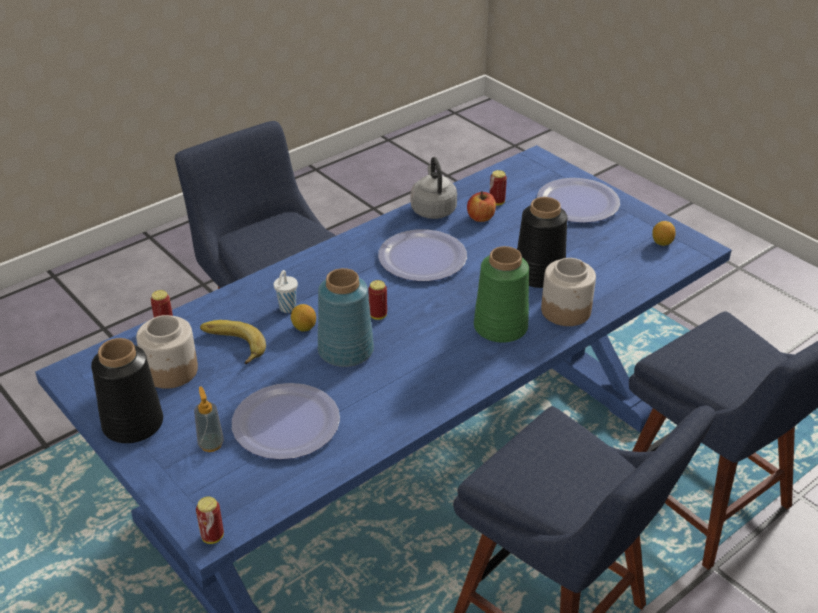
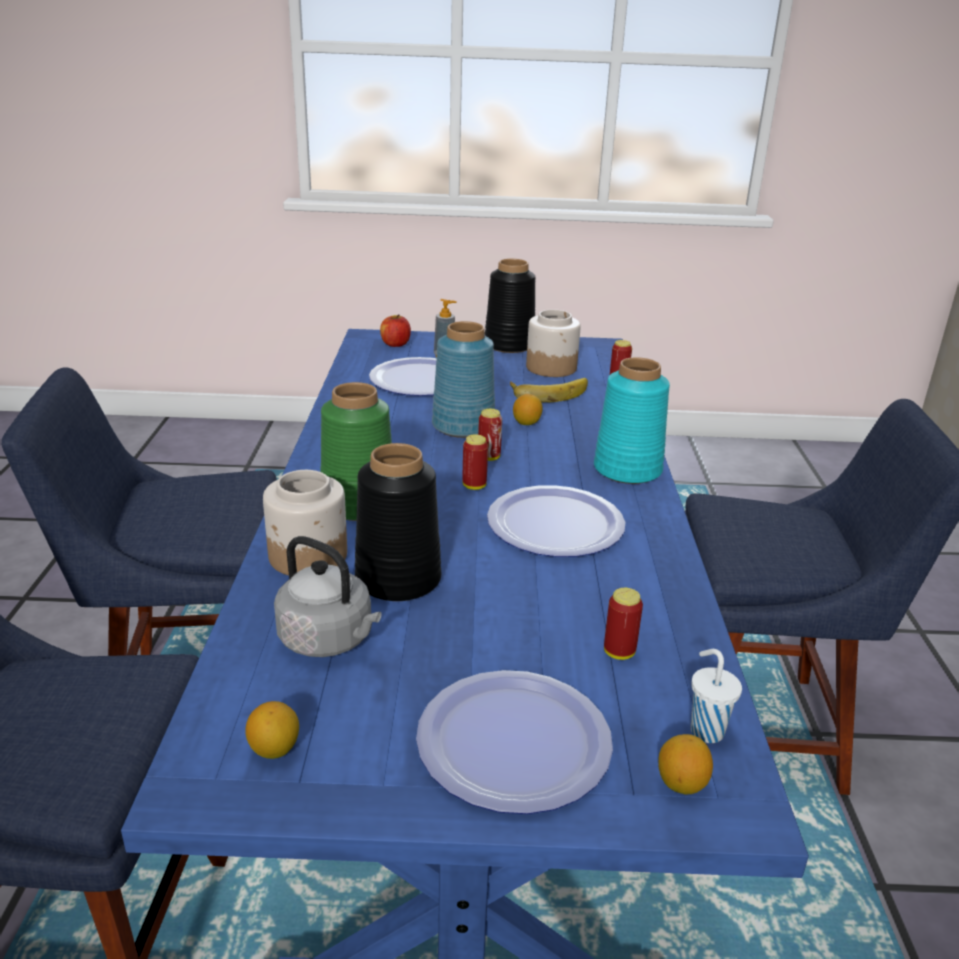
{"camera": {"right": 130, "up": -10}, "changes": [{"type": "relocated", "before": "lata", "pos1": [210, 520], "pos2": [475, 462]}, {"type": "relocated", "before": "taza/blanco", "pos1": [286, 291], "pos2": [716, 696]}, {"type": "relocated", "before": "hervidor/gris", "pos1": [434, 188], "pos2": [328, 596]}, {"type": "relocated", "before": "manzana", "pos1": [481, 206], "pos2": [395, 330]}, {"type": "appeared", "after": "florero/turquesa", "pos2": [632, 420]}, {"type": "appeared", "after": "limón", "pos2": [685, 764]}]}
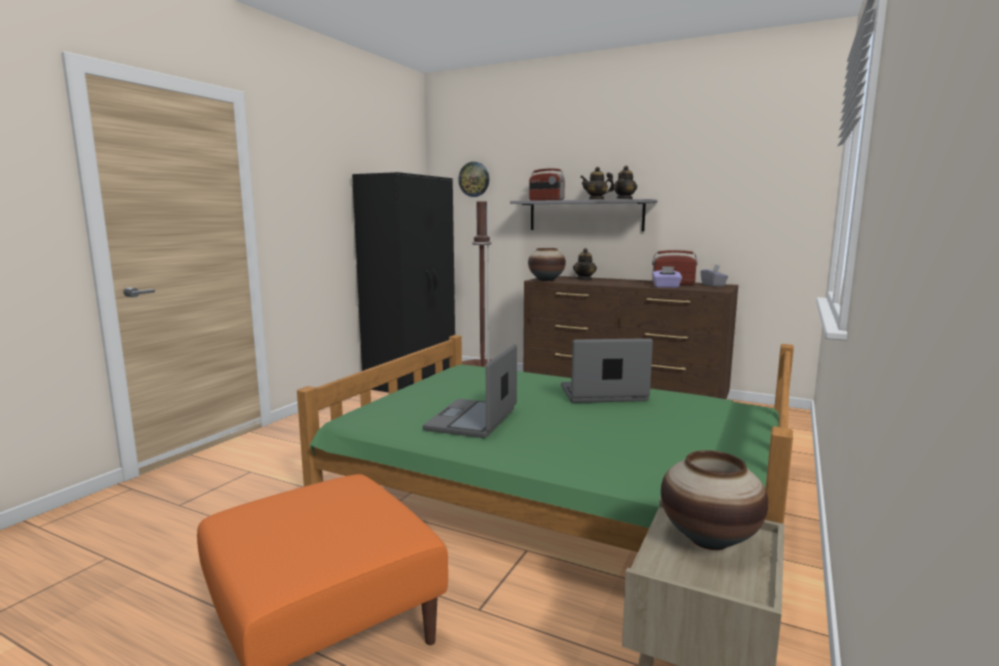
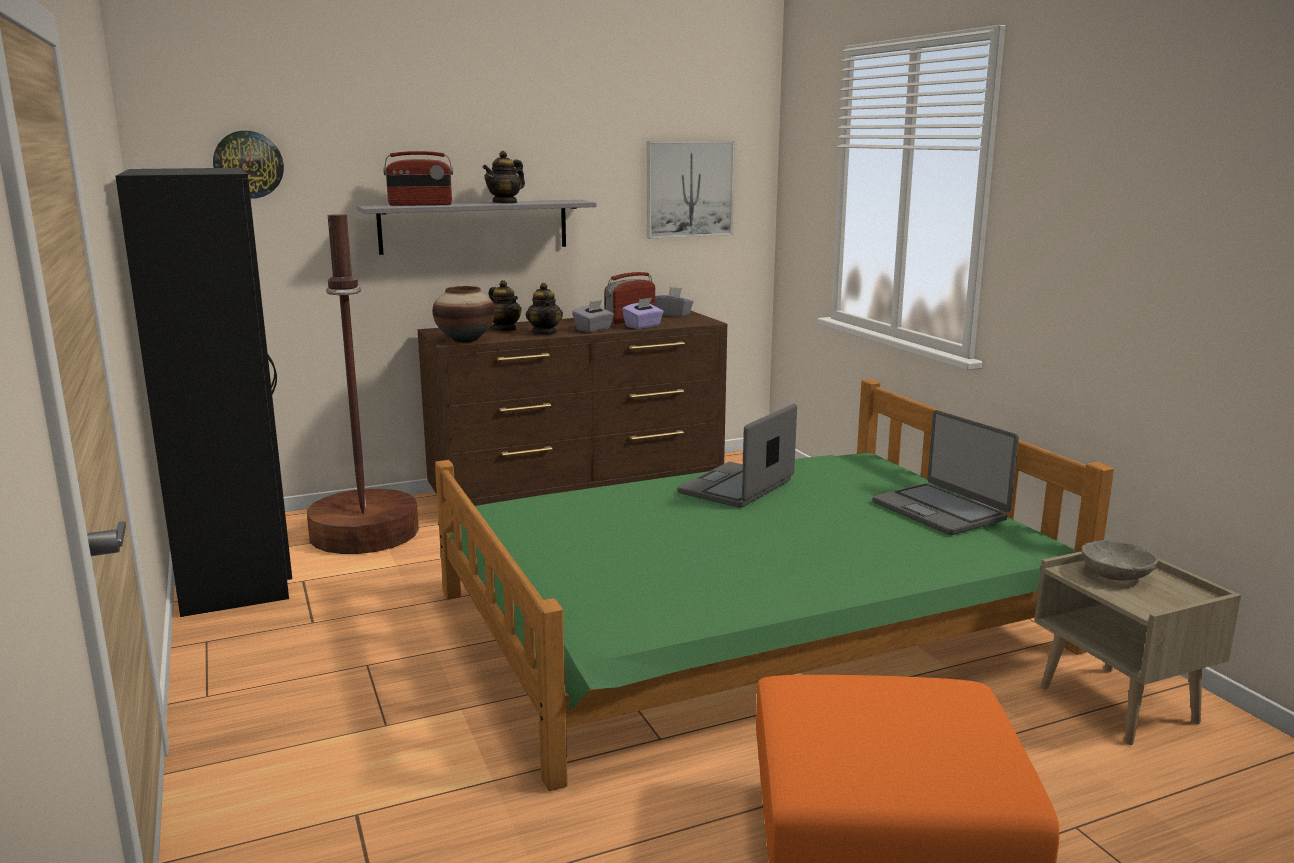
{"camera": {"right": -50, "up": 5}, "changes": [{"type": "relocated", "before": "portátil", "pos1": [470, 391], "pos2": [945, 472]}, {"type": "relocated", "before": "tetera", "pos1": [625, 182], "pos2": [544, 308]}, {"type": "exchanged", "before": "florero", "after": "cuenco/gris", "pos1": [715, 500], "pos2": [1120, 560]}, {"type": "appeared", "after": "caja de pañuelos/gris", "pos2": [593, 316]}, {"type": "appeared", "after": "cuadro", "pos2": [691, 190]}]}
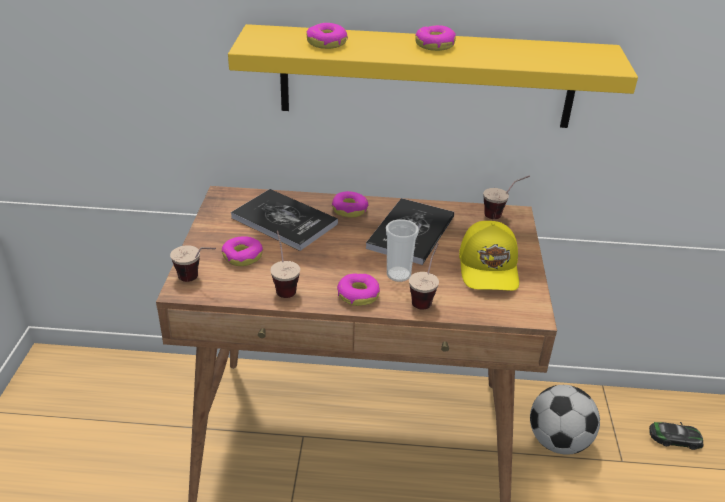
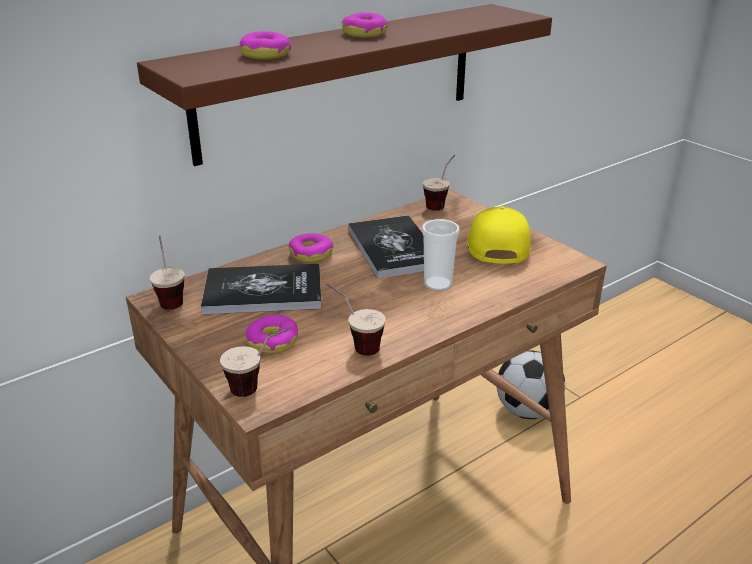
{"camera": {"right": -40, "up": -5}, "changes": [{"type": "colour", "before": "estante/amarillo", "after": "estante/marrón", "pos1": [433, 76], "pos2": [344, 85]}, {"type": "missing", "before": "rosquilla", "pos1": [358, 289]}, {"type": "relocated", "before": "taza", "pos1": [424, 276], "pos2": [167, 272]}, {"type": "spun", "before": "gorra/amarillo", "pos1": [489, 256], "pos2": [499, 235], "turn": -135}, {"type": "missing", "before": "coche de juguete", "pos1": [676, 436]}]}
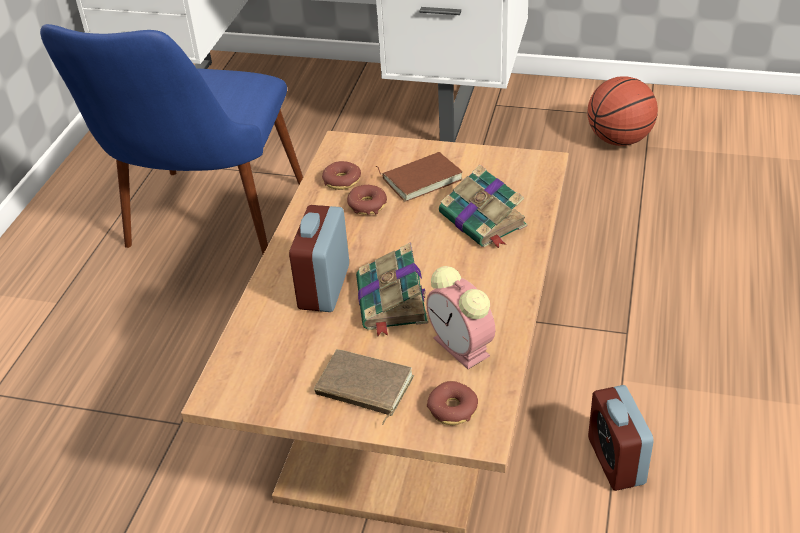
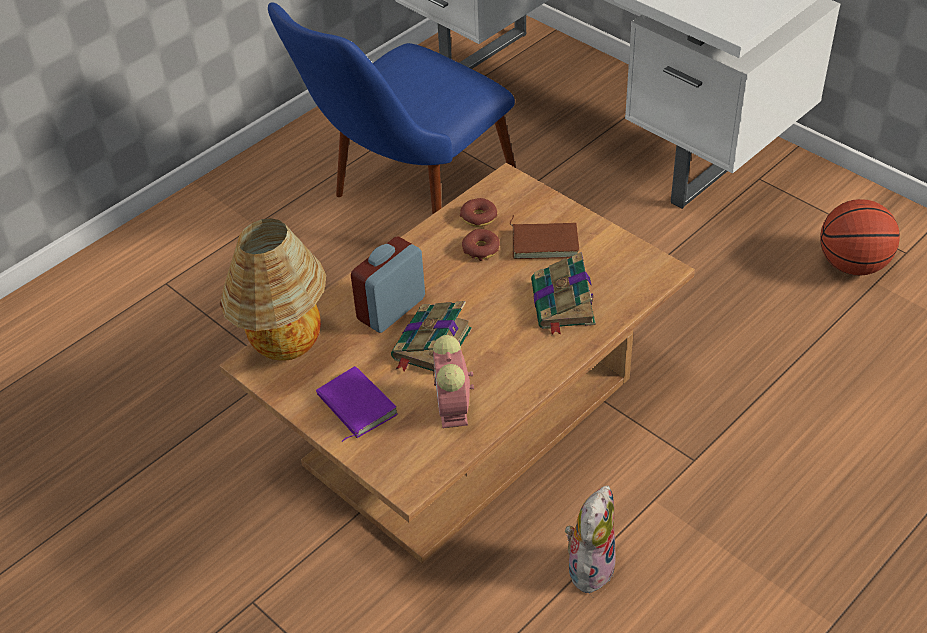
{"camera": {"right": 30, "up": 5}, "changes": [{"type": "colour", "before": "libro/marrón", "after": "libro/morado", "pos1": [364, 387], "pos2": [357, 404]}, {"type": "missing", "before": "rosquilla", "pos1": [452, 403]}, {"type": "exchanged", "before": "despertador", "after": "peluche", "pos1": [621, 438], "pos2": [590, 540]}, {"type": "appeared", "after": "lámpara de mesa", "pos2": [273, 289]}]}
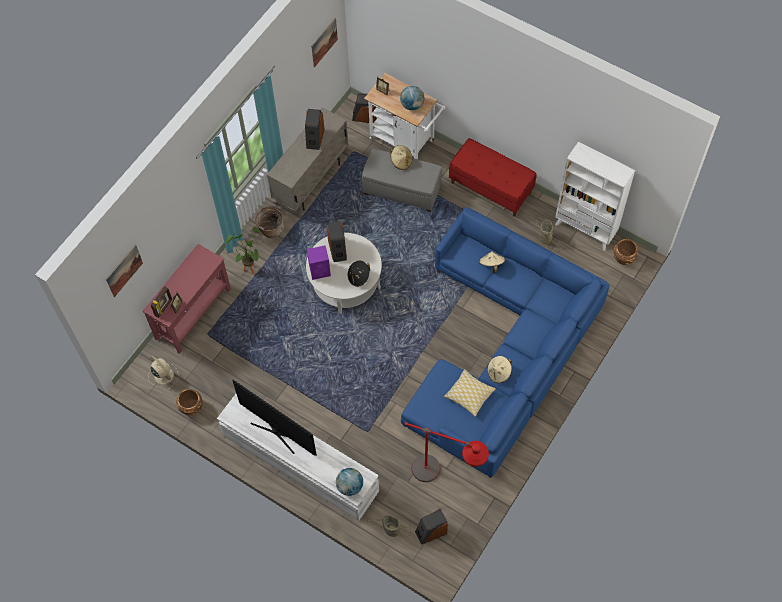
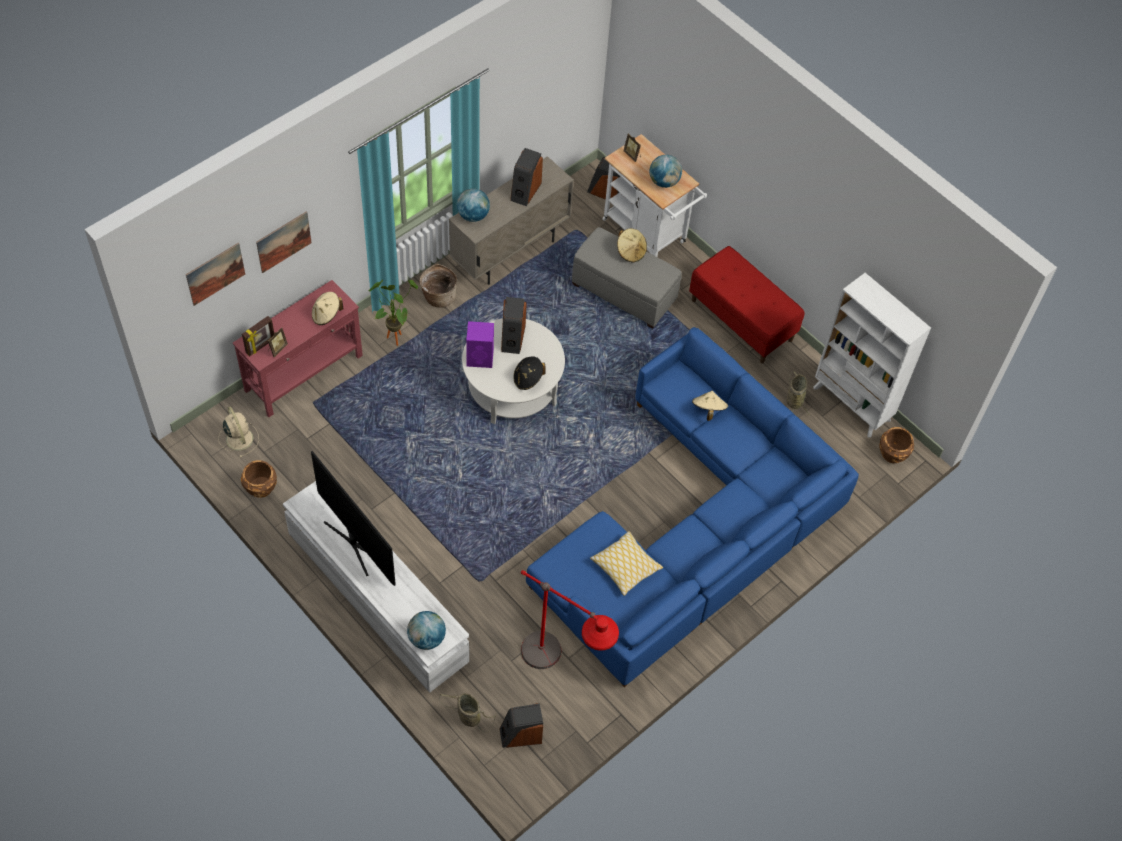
{"camera": {"right": 10, "up": -5}, "changes": [{"type": "relocated", "before": "cuadro", "pos1": [324, 43], "pos2": [284, 242]}, {"type": "relocated", "before": "sombrero/beis", "pos1": [499, 369], "pos2": [328, 308]}, {"type": "appeared", "after": "globo terráqueo", "pos2": [473, 205]}]}
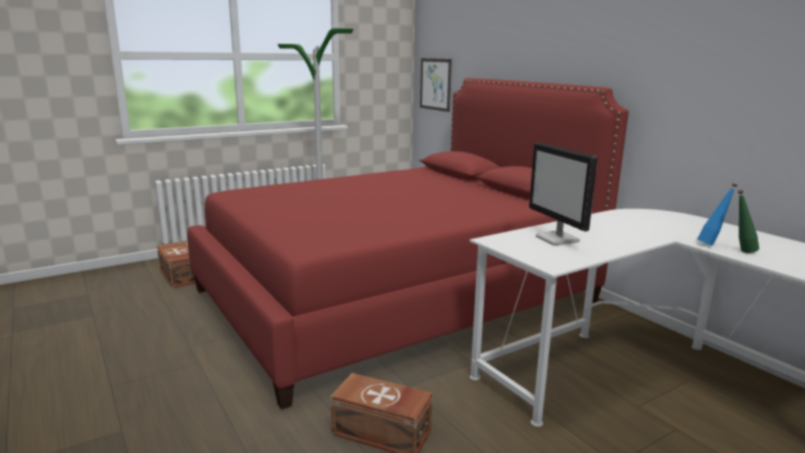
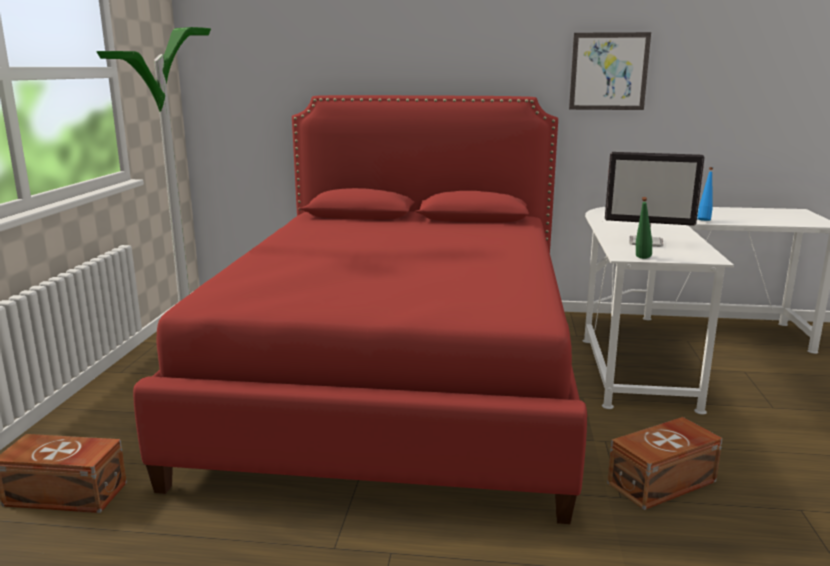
{"camera": {"right": -50, "up": 0}, "changes": [{"type": "relocated", "before": "cuadro", "pos1": [436, 85], "pos2": [610, 71]}, {"type": "relocated", "before": "botella/verde", "pos1": [748, 221], "pos2": [644, 228]}]}
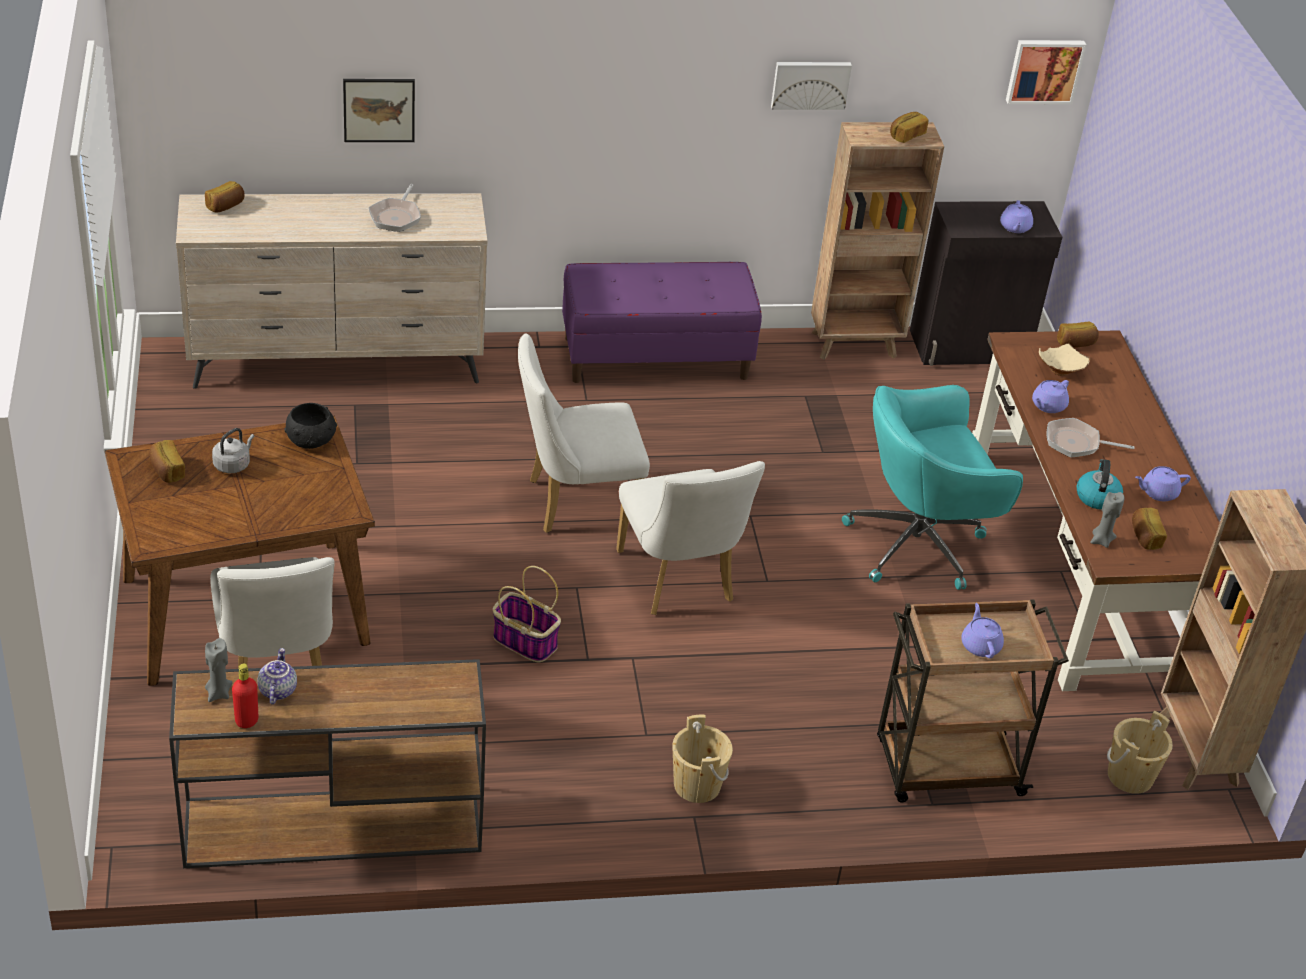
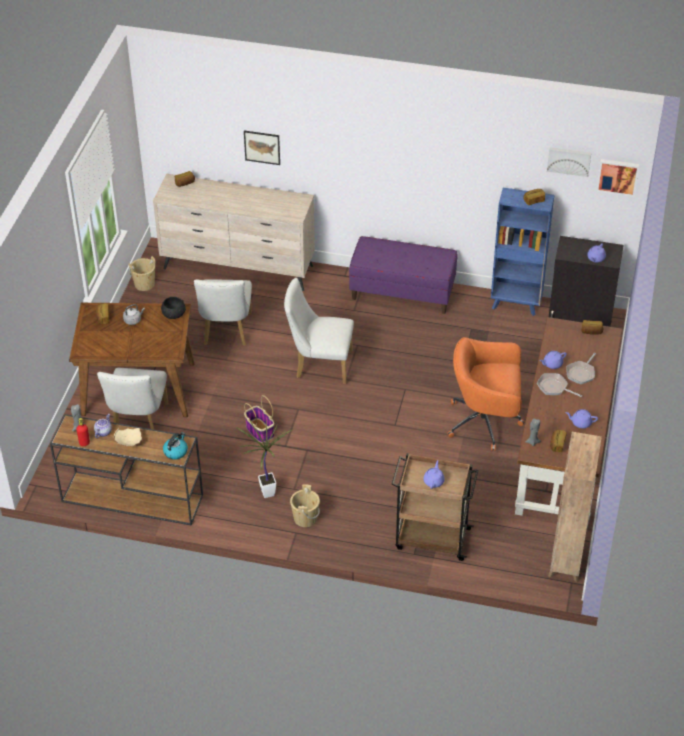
{"camera": {"right": 25, "up": 5}, "changes": [{"type": "relocated", "before": "sartén", "pos1": [395, 208], "pos2": [581, 368]}, {"type": "relocated", "before": "silla/blanco", "pos1": [690, 538], "pos2": [223, 312]}, {"type": "relocated", "before": "cuadro", "pos1": [811, 86], "pos2": [569, 162]}, {"type": "colour", "before": "estantería/marrón", "after": "estantería/azul", "pos1": [877, 241], "pos2": [522, 252]}, {"type": "colour", "before": "silla de oficina/turquesa", "after": "silla de oficina/naranja", "pos1": [932, 487], "pos2": [486, 394]}, {"type": "relocated", "before": "cuenco/beis", "pos1": [1065, 359], "pos2": [128, 437]}, {"type": "relocated", "before": "hervidor", "pos1": [1099, 484], "pos2": [175, 446]}, {"type": "relocated", "before": "cubo/beis", "pos1": [1140, 752], "pos2": [142, 273]}, {"type": "appeared", "after": "planta en maceta", "pos2": [265, 459]}]}
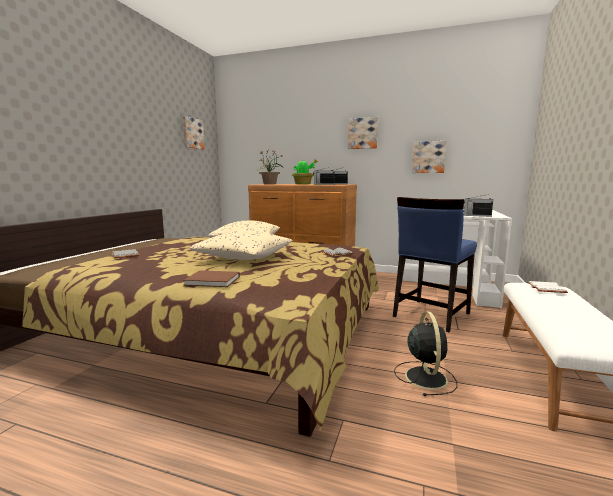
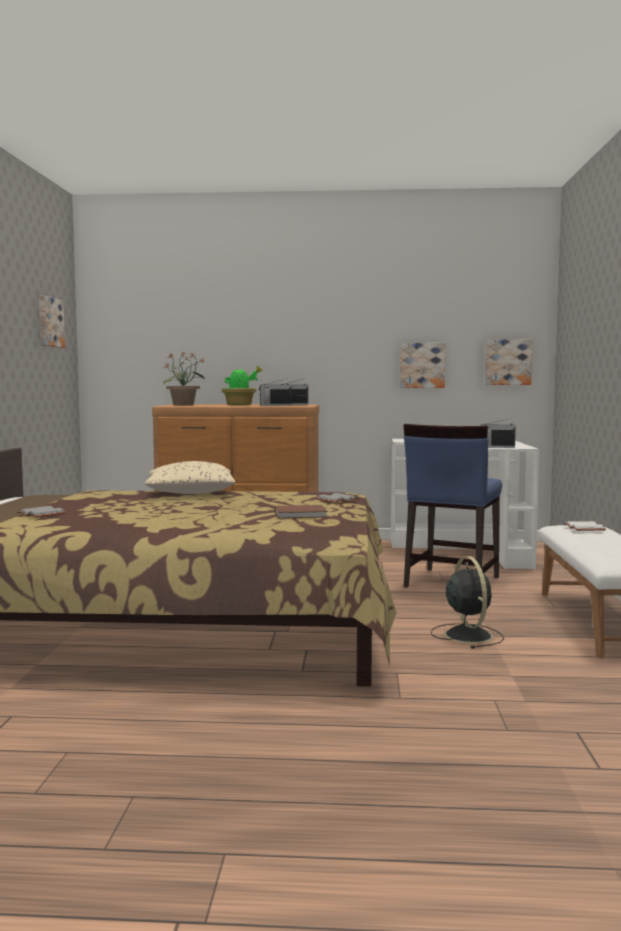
{"camera": {"right": -15, "up": -5}, "changes": [{"type": "relocated", "before": "libro/marrón", "pos1": [211, 278], "pos2": [301, 511]}, {"type": "missing", "before": "cojín/beis", "pos1": [240, 245]}, {"type": "relocated", "before": "cuadro", "pos1": [363, 133], "pos2": [508, 362]}]}
